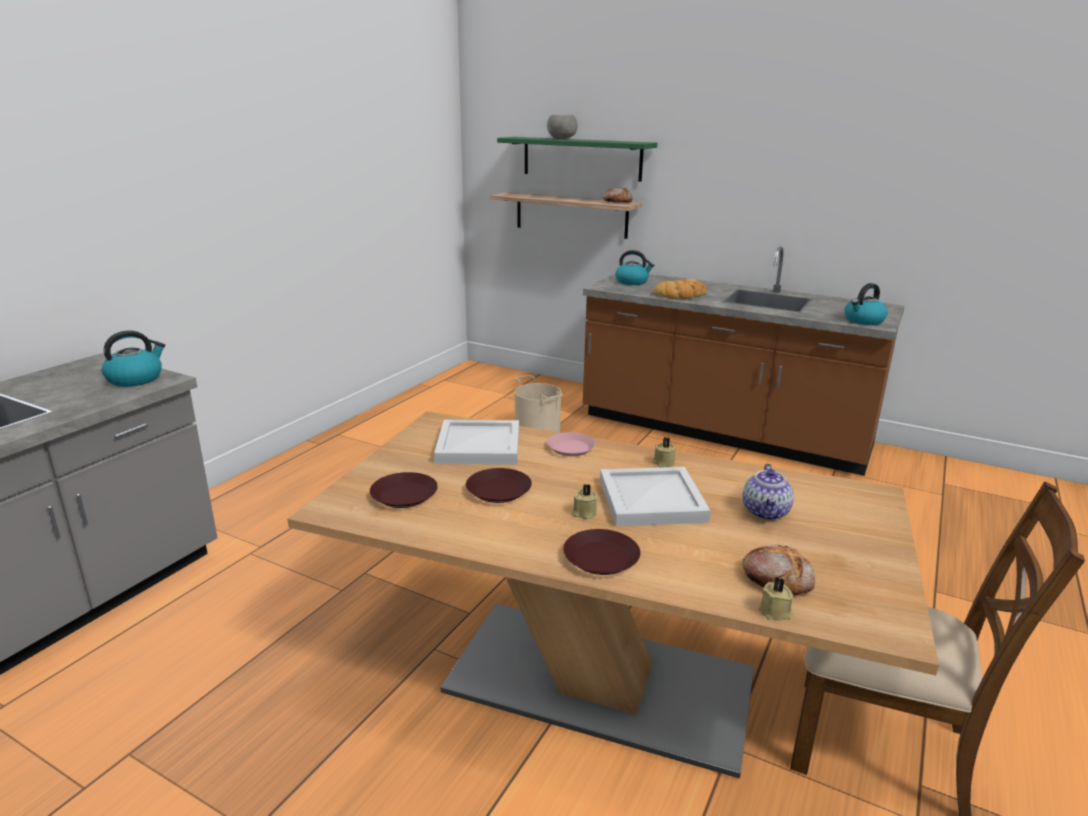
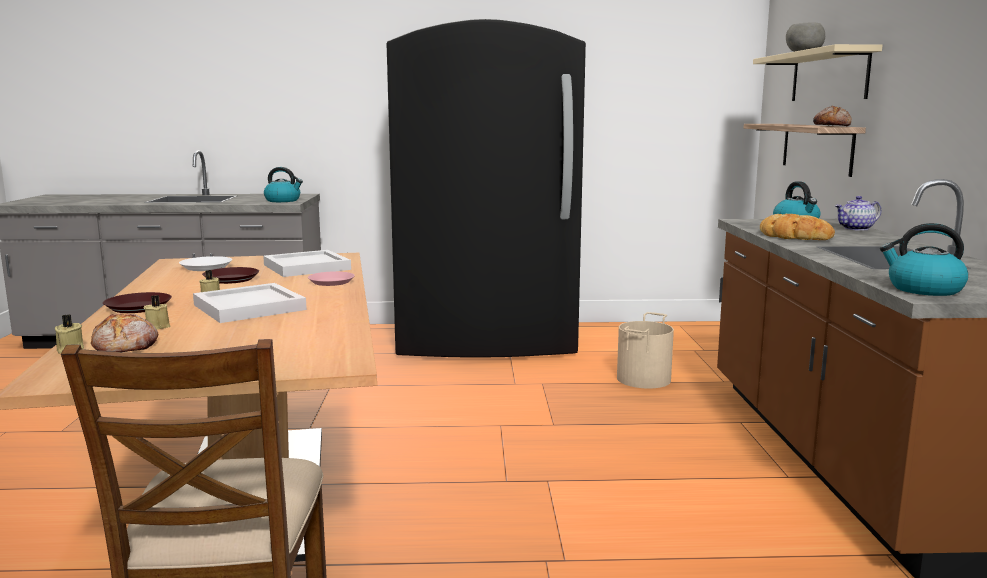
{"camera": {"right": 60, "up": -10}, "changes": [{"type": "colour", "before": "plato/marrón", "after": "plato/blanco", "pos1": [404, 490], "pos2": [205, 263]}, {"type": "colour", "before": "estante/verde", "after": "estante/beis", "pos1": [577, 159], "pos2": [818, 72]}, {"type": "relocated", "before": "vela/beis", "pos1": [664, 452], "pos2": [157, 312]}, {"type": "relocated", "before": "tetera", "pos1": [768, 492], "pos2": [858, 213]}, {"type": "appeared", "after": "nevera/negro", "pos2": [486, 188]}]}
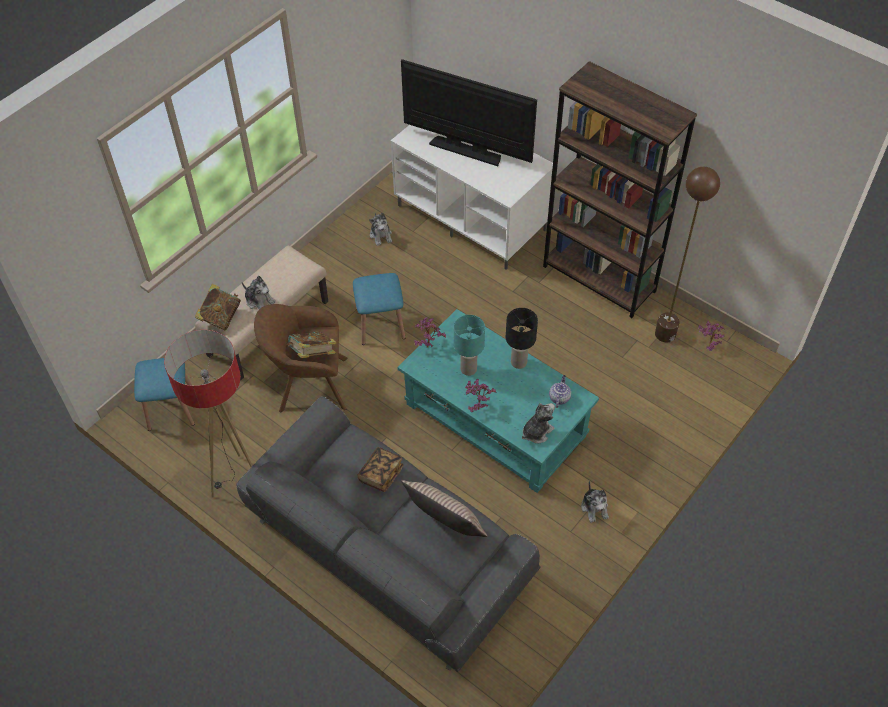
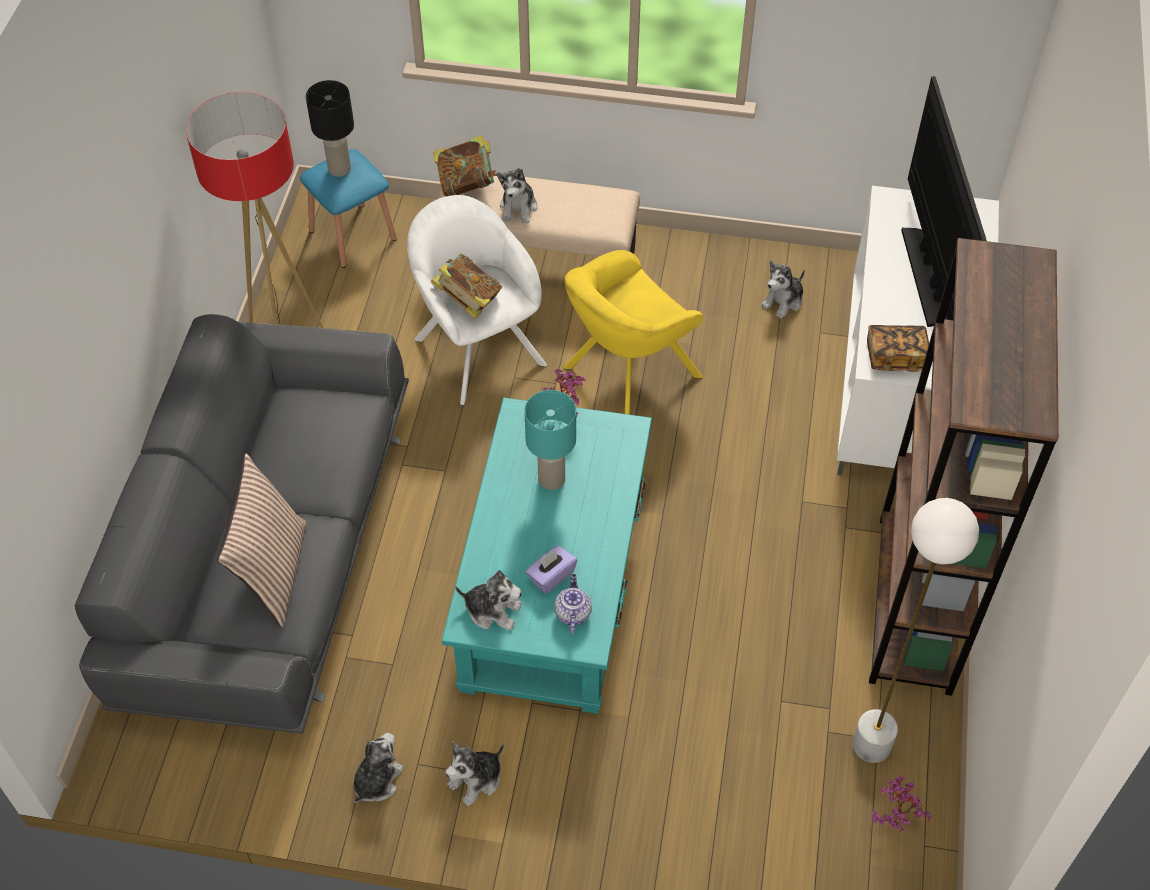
{"camera": {"right": 60, "up": 0}, "changes": [{"type": "colour", "before": "sillón/marrón", "after": "sillón/blanco", "pos1": [300, 358], "pos2": [477, 300]}, {"type": "exchanged", "before": "taburete/azul", "after": "sillón/amarillo", "pos1": [379, 309], "pos2": [633, 332]}, {"type": "relocated", "before": "libro", "pos1": [380, 469], "pos2": [898, 348]}, {"type": "missing", "before": "planta en maceta", "pos1": [481, 395]}, {"type": "relocated", "before": "lámpara de mesa/negro", "pos1": [522, 338], "pos2": [330, 128]}, {"type": "spun", "before": "tetera", "pos1": [560, 391], "pos2": [573, 603], "turn": -75}, {"type": "colour", "before": "lámpara de pie/marrón", "after": "lámpara de pie/blanco", "pos1": [687, 254], "pos2": [915, 630]}, {"type": "appeared", "after": "peluche", "pos2": [378, 768]}, {"type": "appeared", "after": "caja de pañuelos/morado", "pos2": [551, 570]}]}
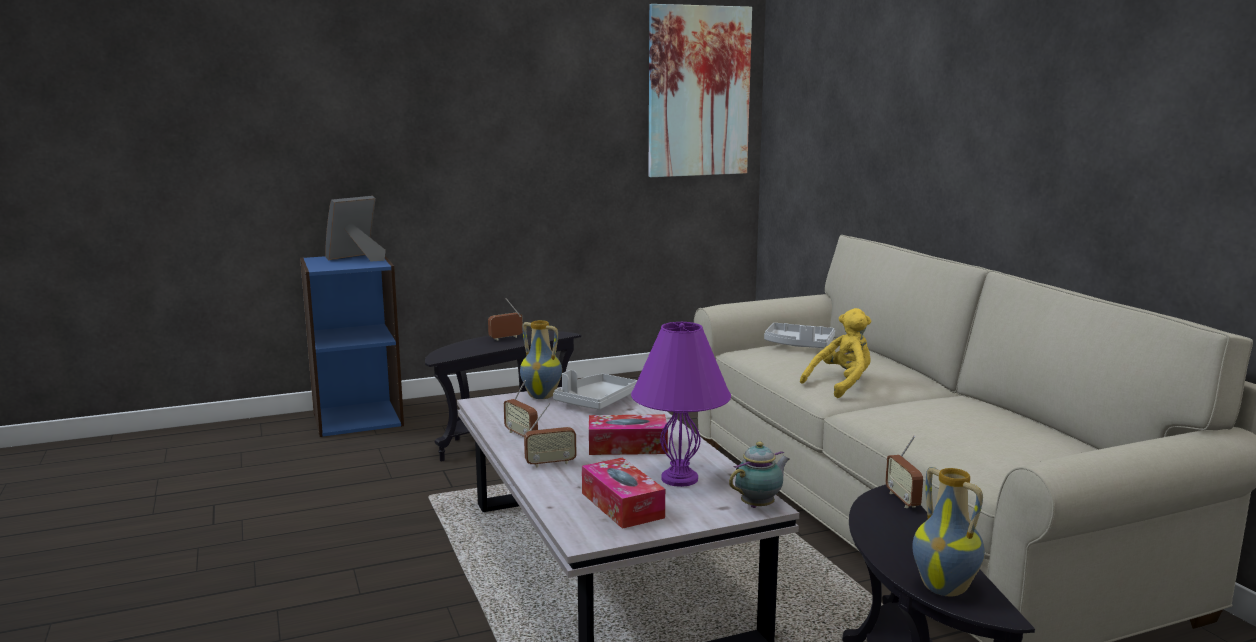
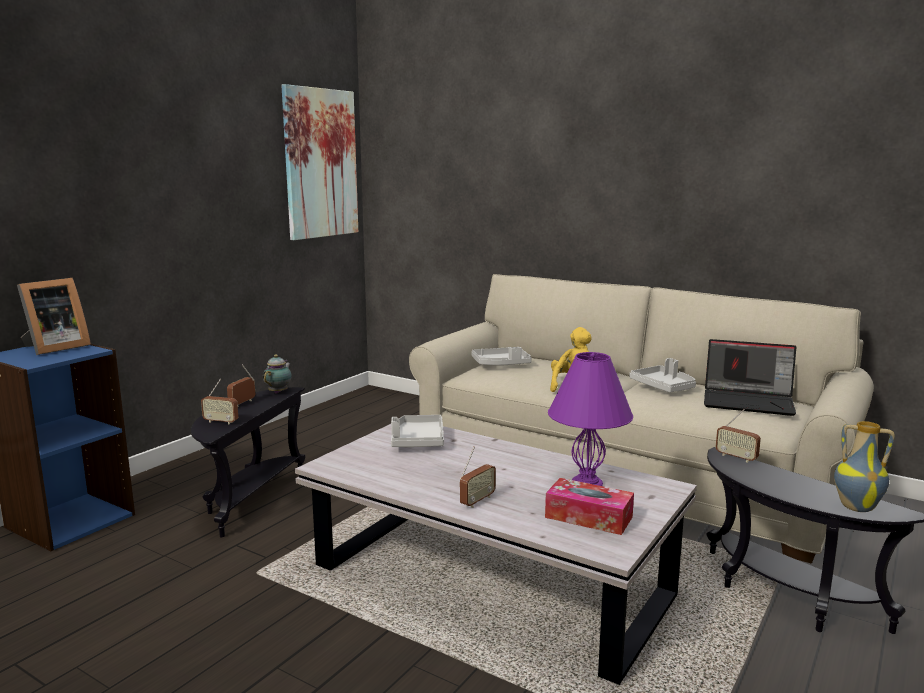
{"camera": {"right": -35, "up": 0}, "changes": [{"type": "spun", "before": "portarretratos", "pos1": [355, 228], "pos2": [54, 316], "turn": -150}, {"type": "relocated", "before": "radio", "pos1": [521, 408], "pos2": [219, 402]}, {"type": "missing", "before": "florero", "pos1": [541, 359]}, {"type": "missing", "before": "caja de pañuelos", "pos1": [628, 434]}, {"type": "relocated", "before": "tetera", "pos1": [759, 474], "pos2": [277, 374]}, {"type": "appeared", "after": "bandeja/gris", "pos2": [663, 375]}, {"type": "appeared", "after": "portátil", "pos2": [750, 377]}]}
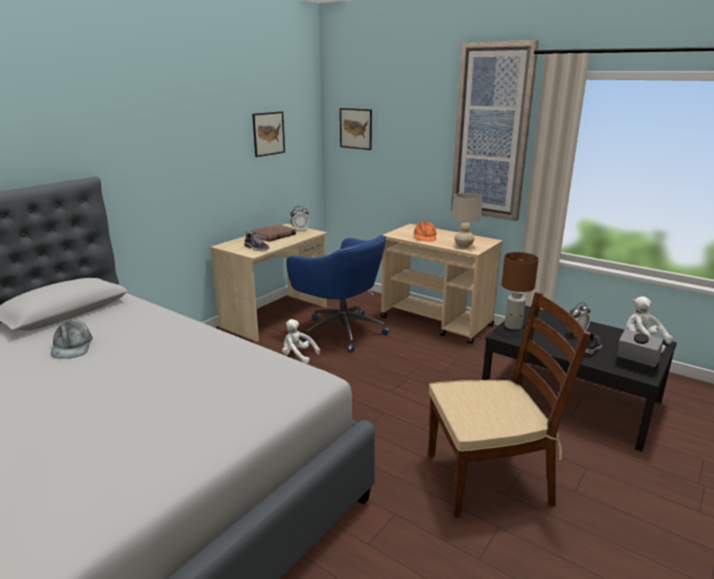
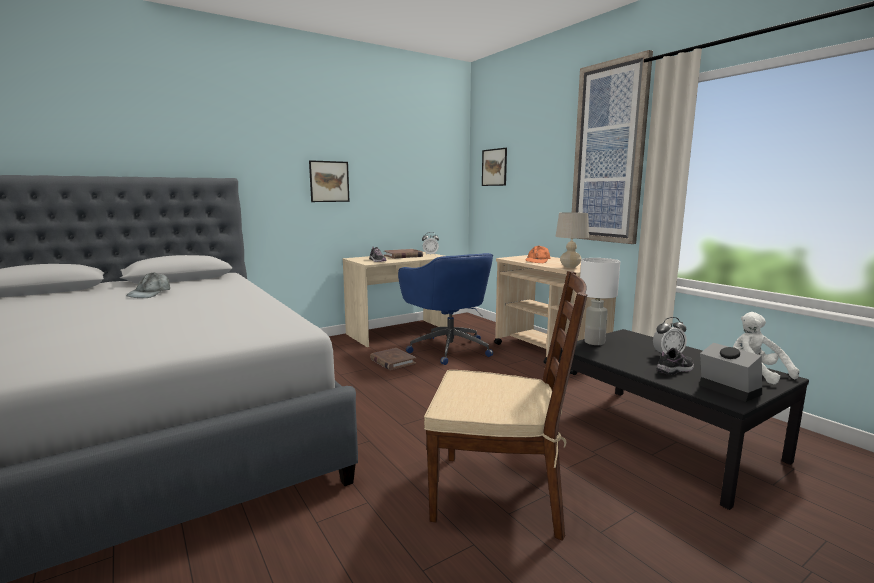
{"camera": {"right": 20, "up": -10}, "changes": [{"type": "relocated", "before": "cuadro", "pos1": [268, 134], "pos2": [329, 181]}, {"type": "exchanged", "before": "peluche/blanco", "after": "libro/marrón", "pos1": [301, 341], "pos2": [393, 359]}, {"type": "colour", "before": "lámpara de mesa/marrón", "after": "lámpara de mesa/blanco", "pos1": [520, 291], "pos2": [600, 301]}]}
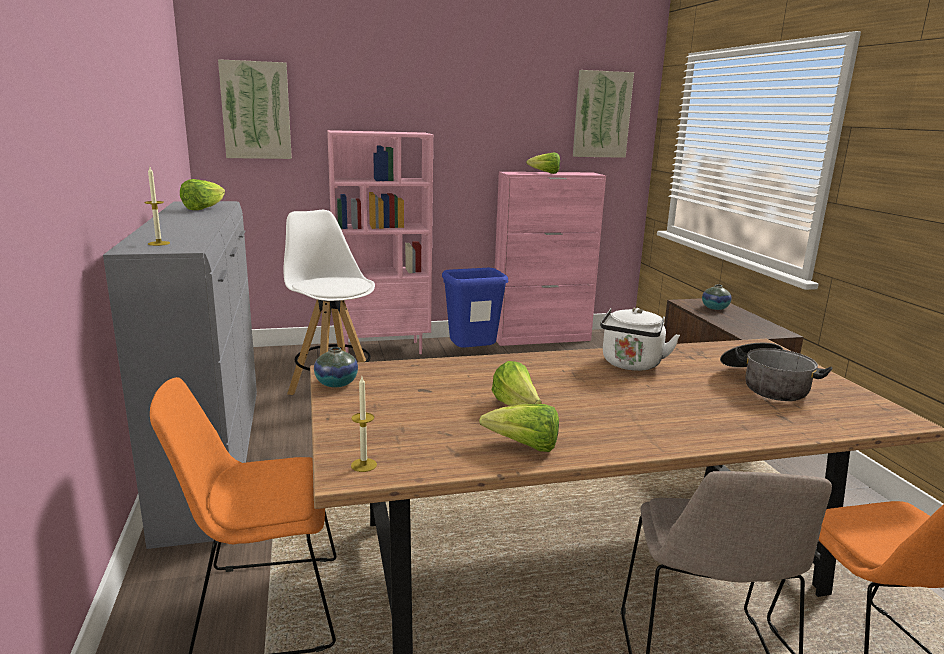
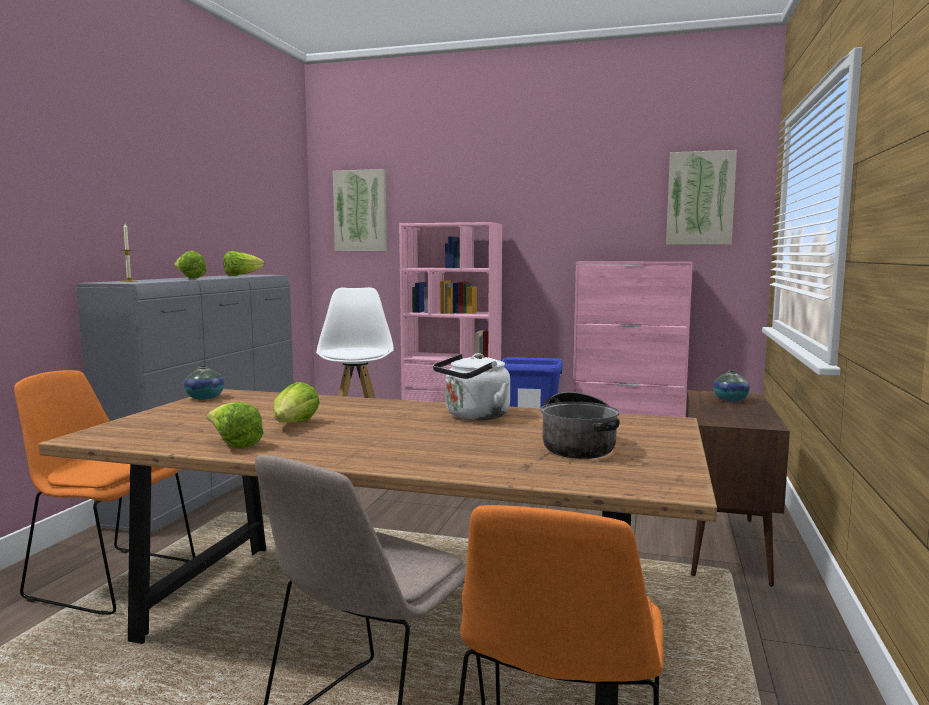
{"camera": {"right": 30, "up": -10}, "changes": [{"type": "missing", "before": "vela", "pos1": [364, 424]}, {"type": "relocated", "before": "lechuga", "pos1": [543, 163], "pos2": [190, 265]}]}
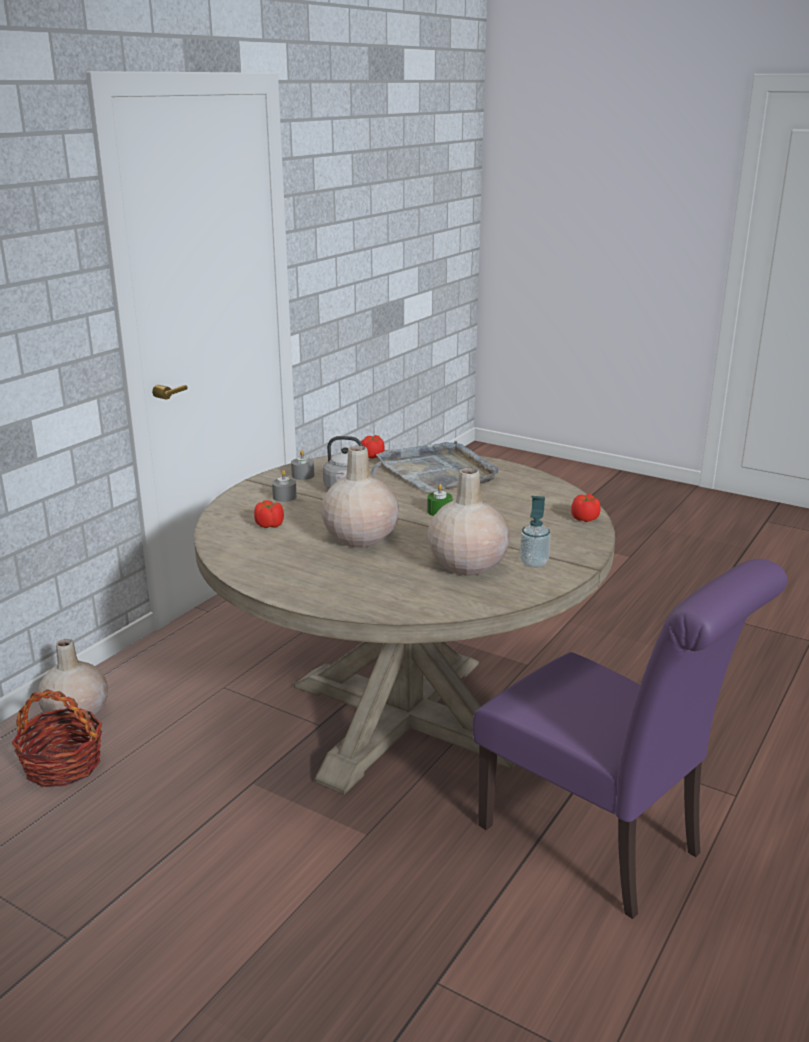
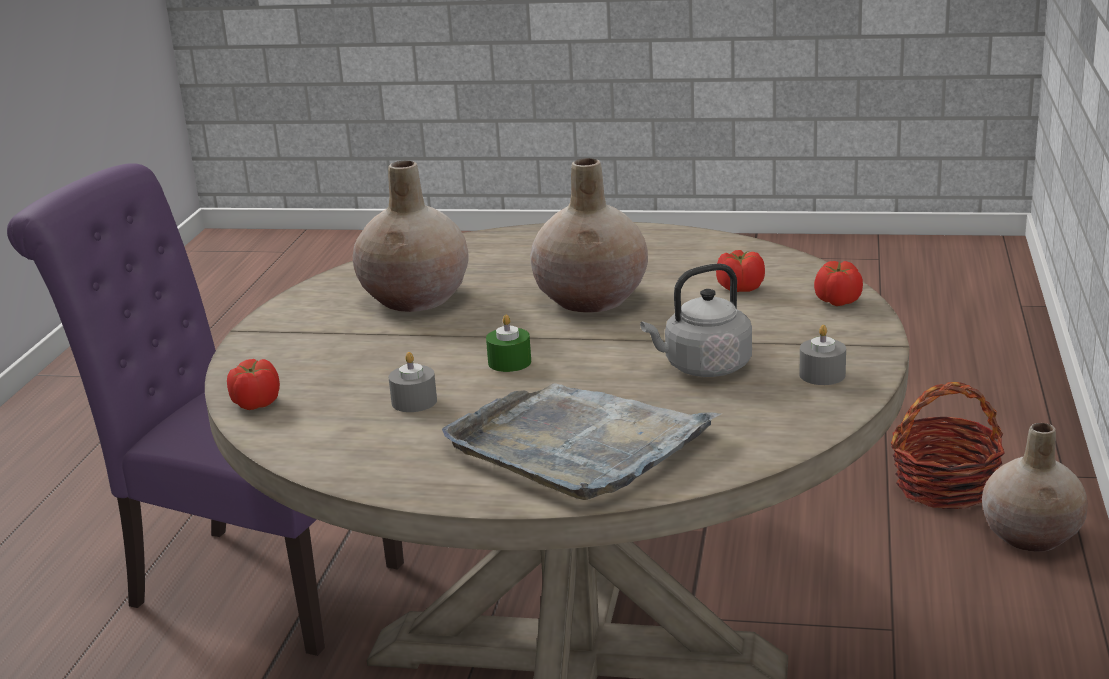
{"camera": {"right": 160, "up": 0}, "changes": [{"type": "relocated", "before": "vela/gris", "pos1": [284, 486], "pos2": [413, 382]}, {"type": "relocated", "before": "tomate", "pos1": [373, 447], "pos2": [838, 283]}, {"type": "missing", "before": "dispensador de jabón", "pos1": [535, 532]}]}
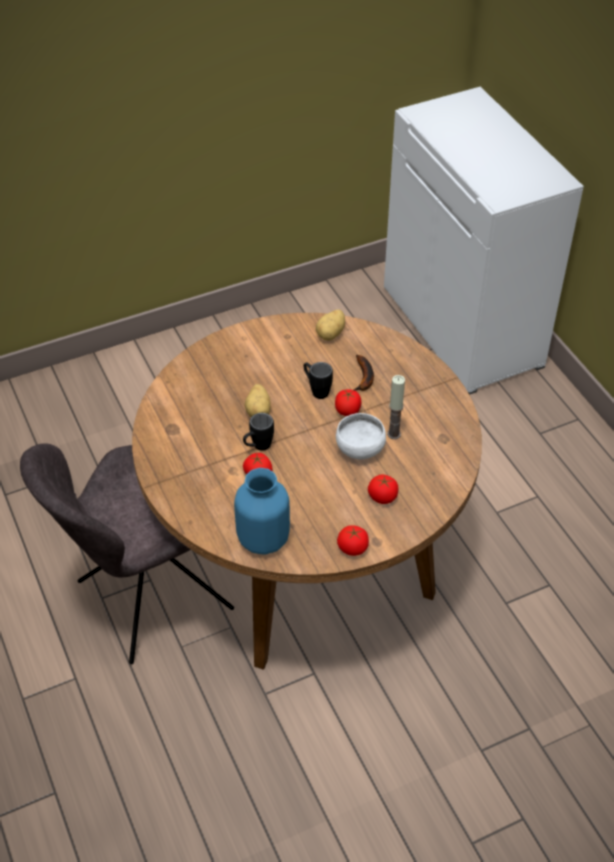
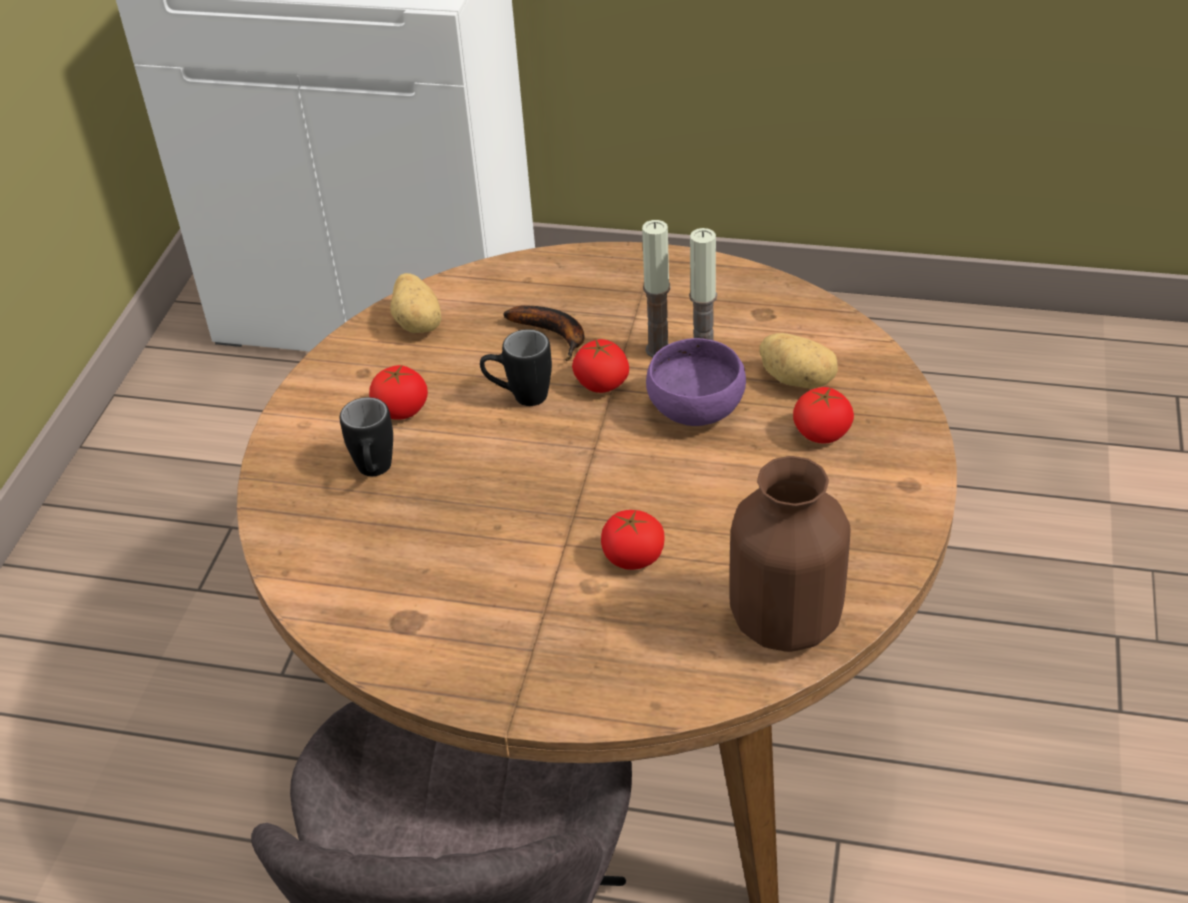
{"camera": {"right": -50, "up": -5}, "changes": [{"type": "colour", "before": "florero/azul", "after": "florero/marrón", "pos1": [262, 511], "pos2": [790, 554]}, {"type": "relocated", "before": "taza grande/negro", "pos1": [258, 432], "pos2": [366, 436]}, {"type": "relocated", "before": "patata", "pos1": [258, 400], "pos2": [798, 361]}, {"type": "colour", "before": "cuenco/blanco", "after": "cuenco/morado", "pos1": [361, 436], "pos2": [696, 382]}, {"type": "relocated", "before": "tomate", "pos1": [353, 540], "pos2": [398, 392]}, {"type": "appeared", "after": "vela", "pos2": [656, 289]}]}
